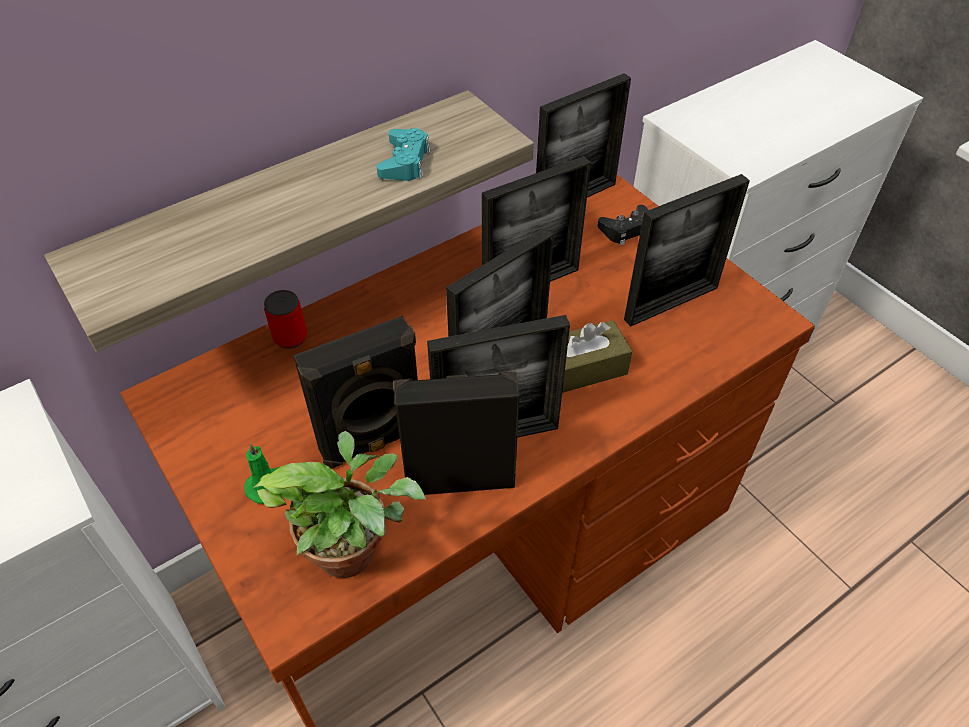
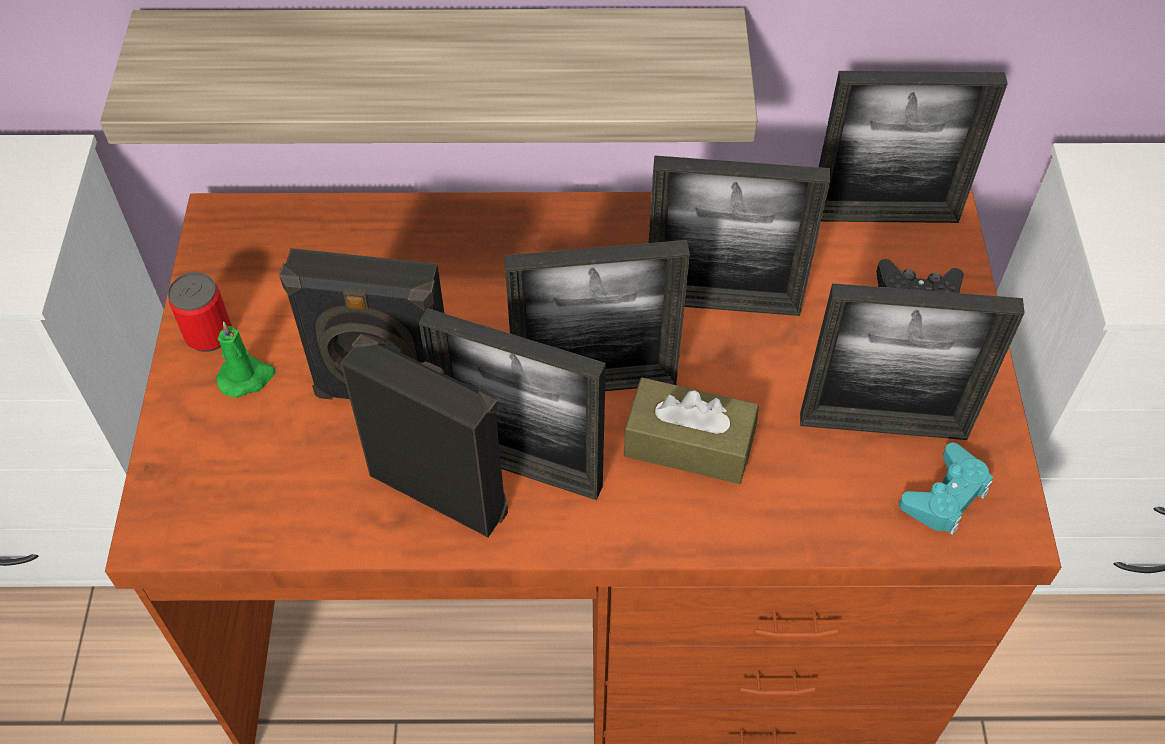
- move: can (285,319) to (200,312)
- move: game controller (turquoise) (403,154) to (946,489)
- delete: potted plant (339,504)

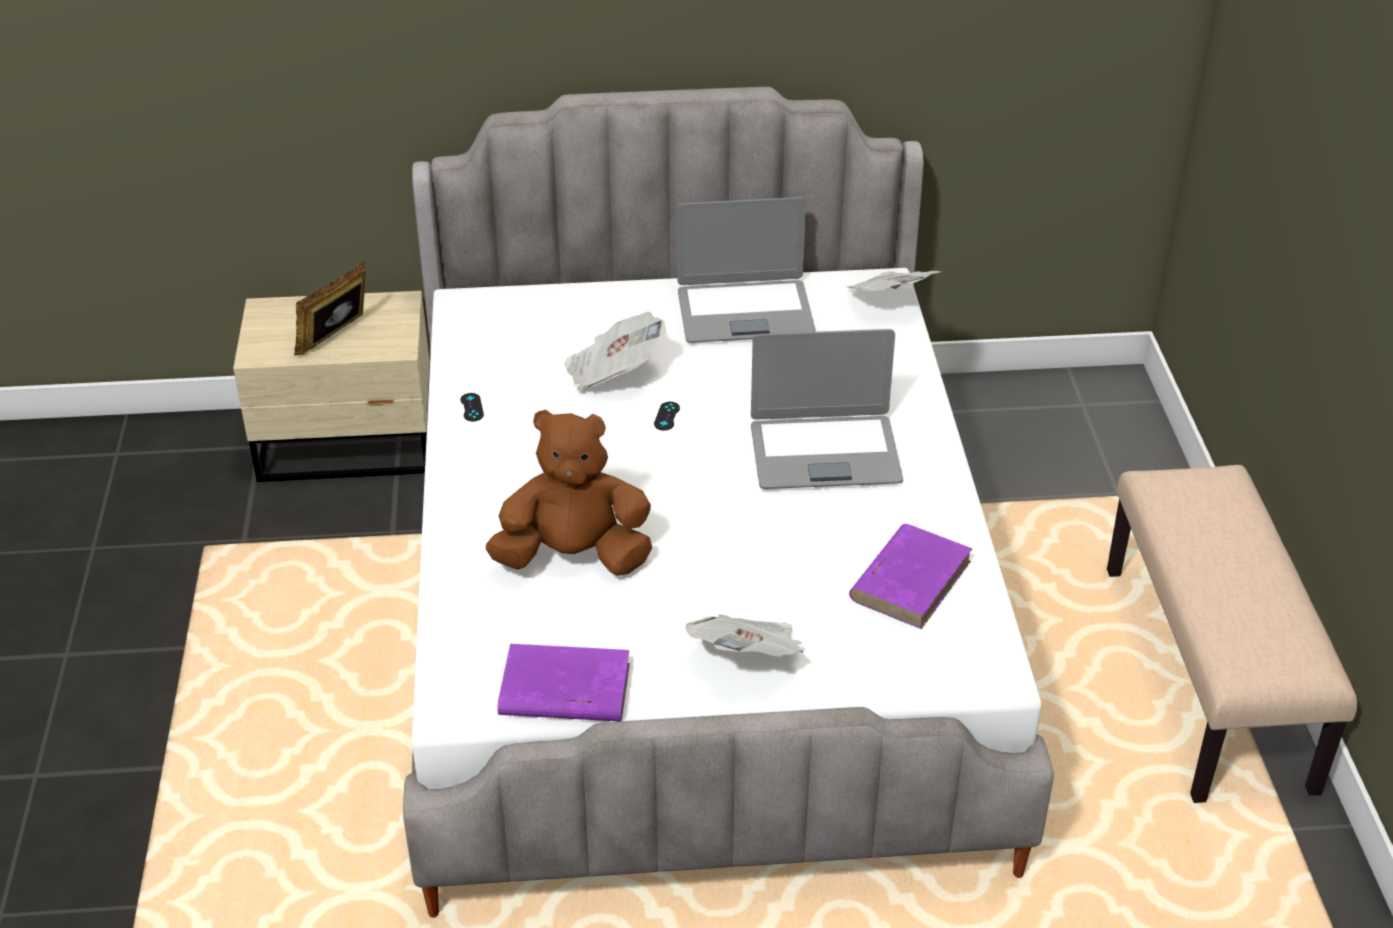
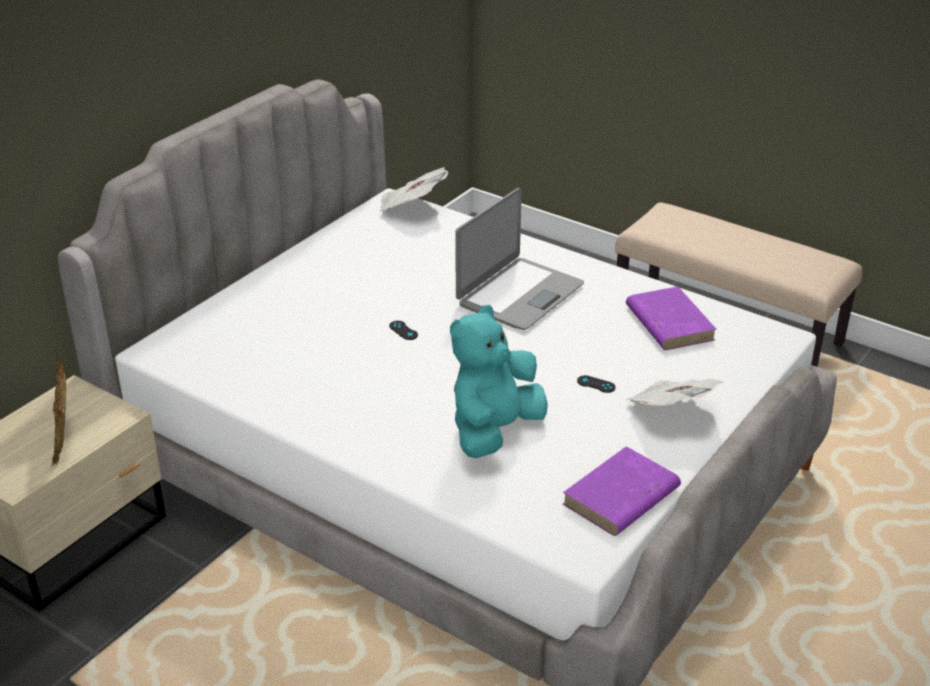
- recolor: plush toy (brown) (569,492) to plush toy (turquoise) (499,381)
- move: game controller (black) (472,407) to (596,384)
- delete: newspaper (615,351)
- delete: laptop (746,270)

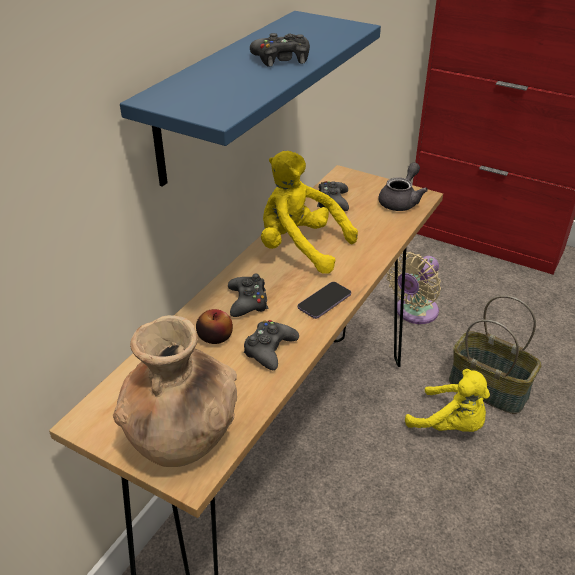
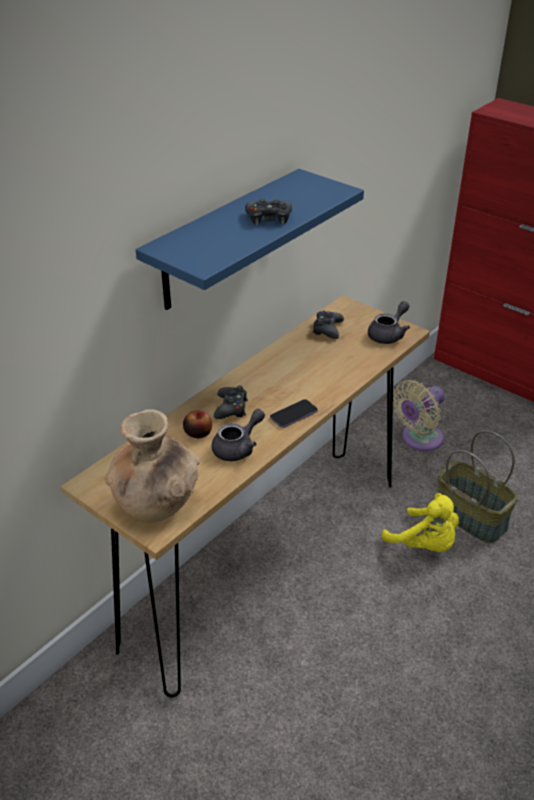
- replace: game controller (black) (271,345) to teapot (grey) (238,435)
- delete: plush toy (yellow) (309,212)

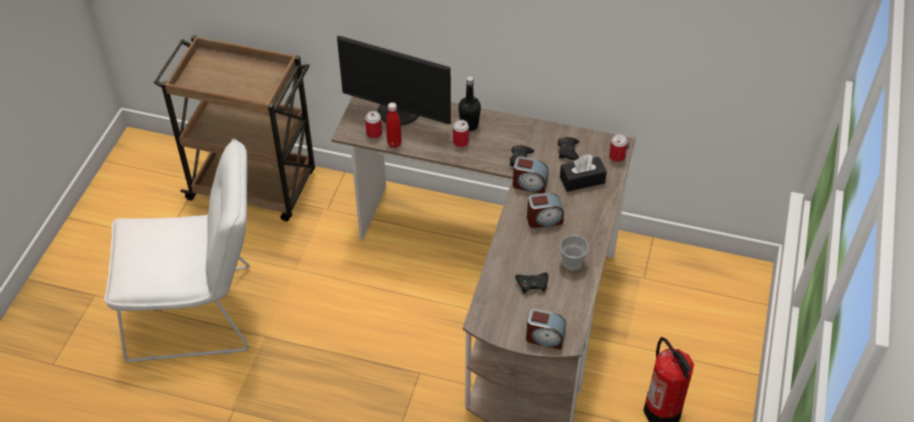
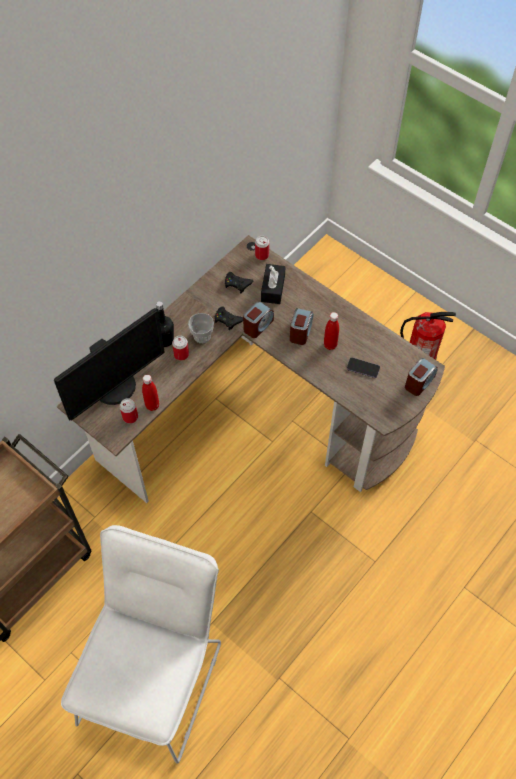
- move: cup (574,253) to (201,328)
- insert: bottle (red) (331,331)
- replace: game controller (black) (531,283) to phone (363,367)

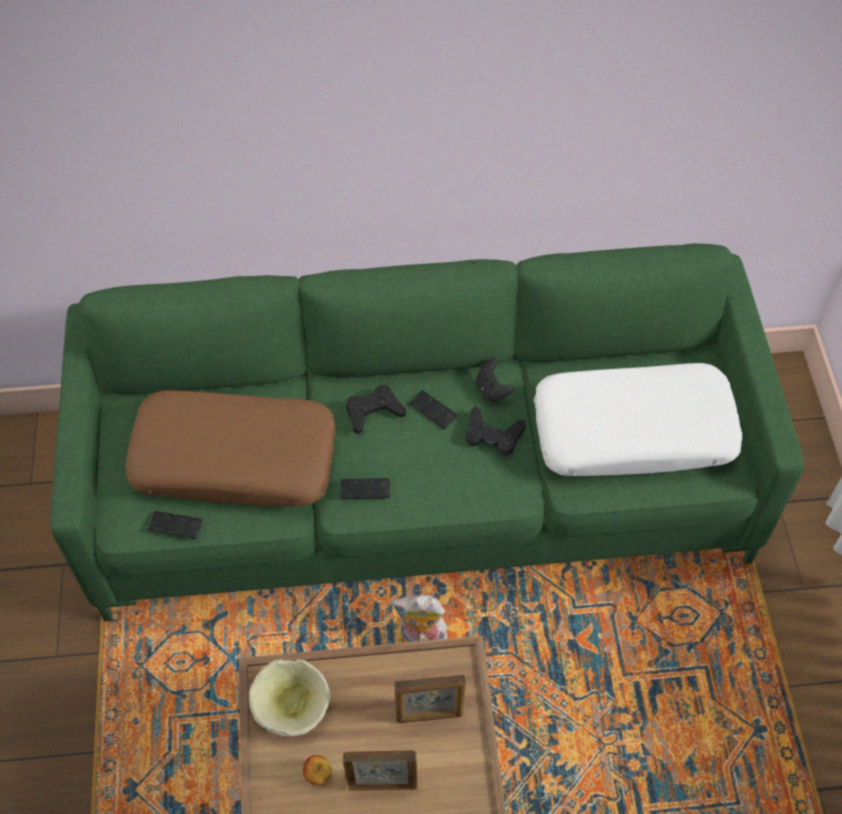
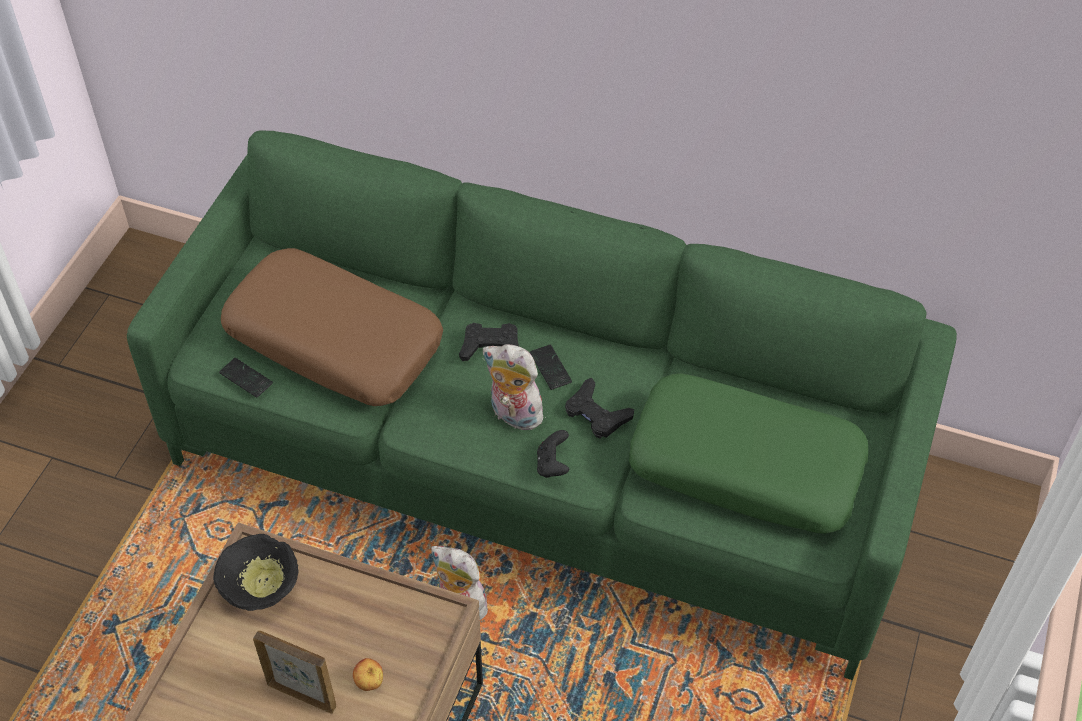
- recolor: bowl (beige) (289,697) to bowl (black) (256,572)
- move: apple (317,770) to (368,674)
- insert: plush toy (516,387)
- move: game controller (black) (495,380) to (553,454)
- recolor: pillow (white) (637,419) to pillow (green) (748,453)
- delete: phone (365,488)
- delete: picture frame (430,698)

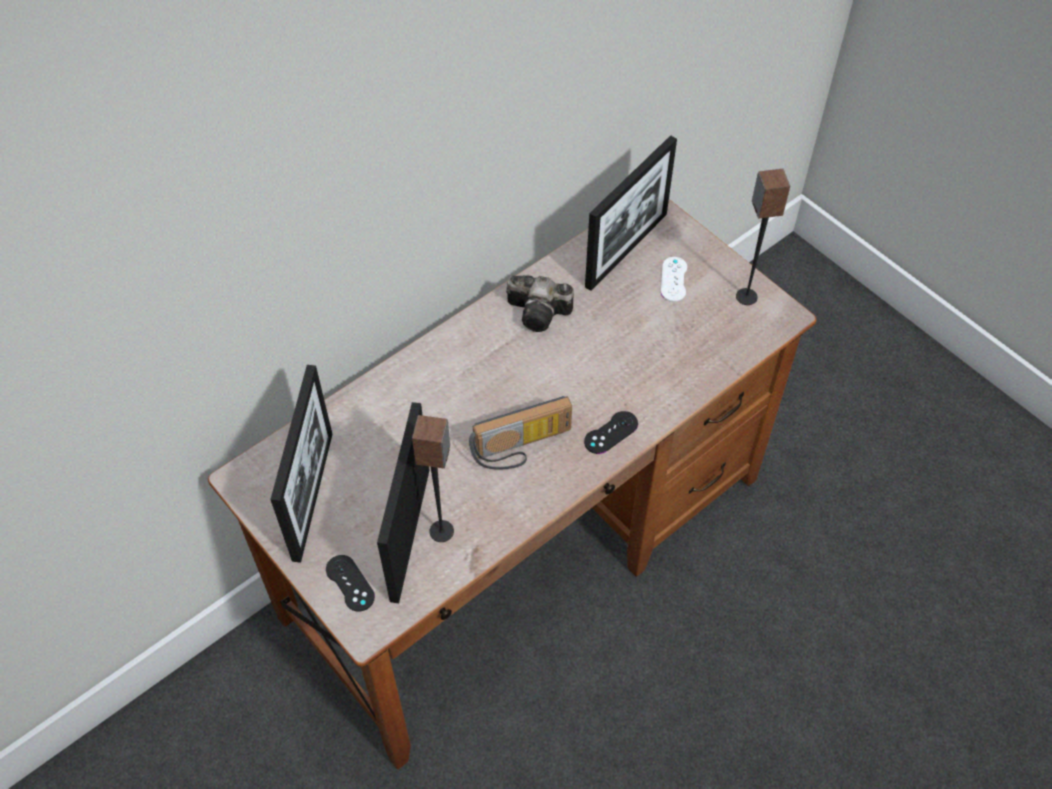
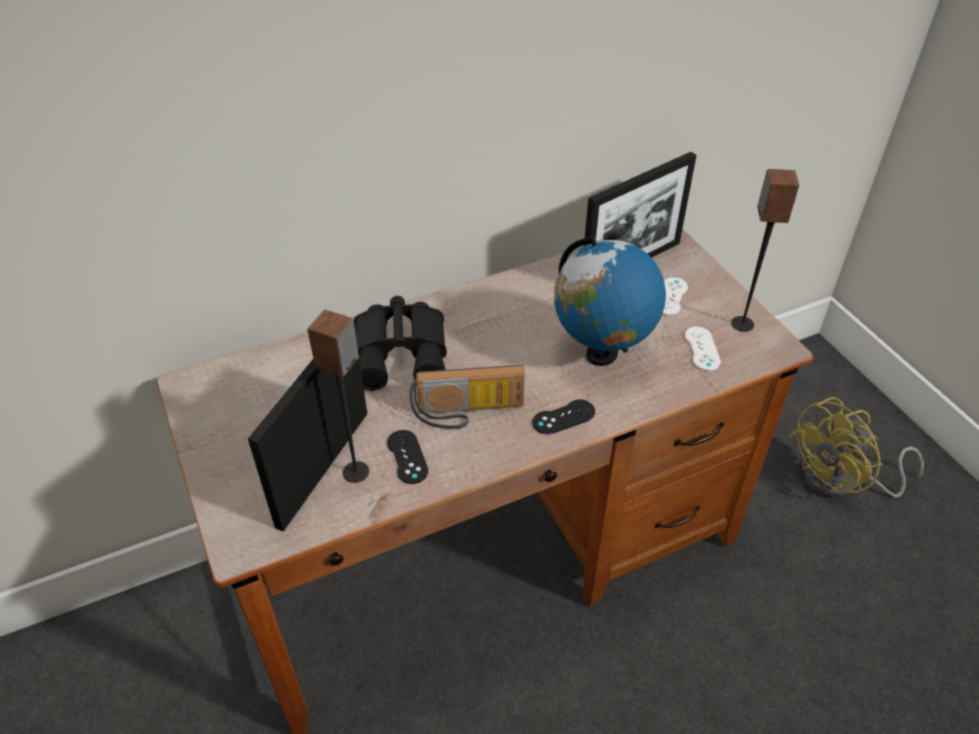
- insert: binoculars (black) (400,343)
- move: game controller (black) (350,583) to (408,457)
- insert: globe (610,301)
- insert: game controller (white) (703,349)
- insert: fan (yellow) (856,447)
- delete: picture frame (301,464)
- delete: photo camera (540,303)

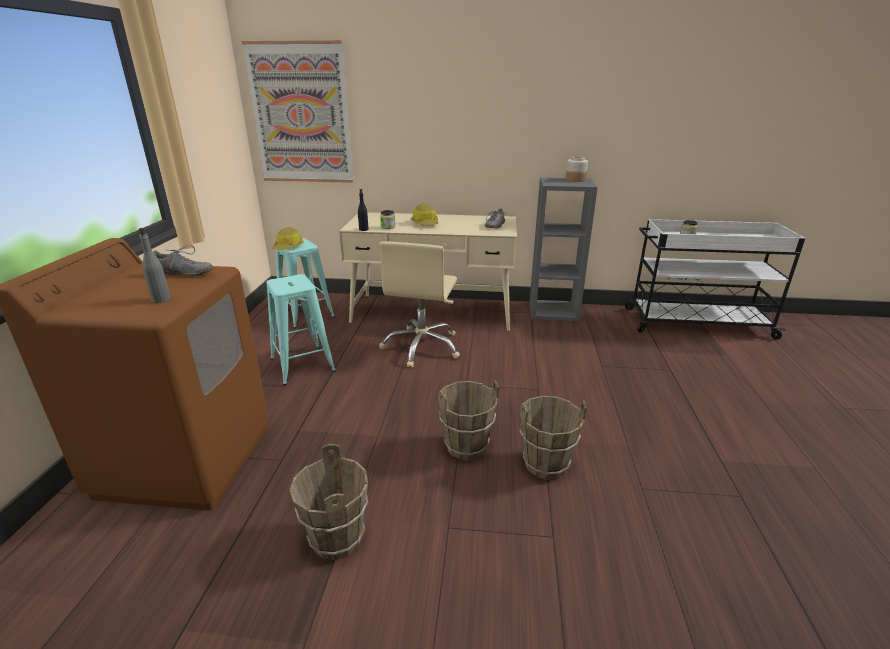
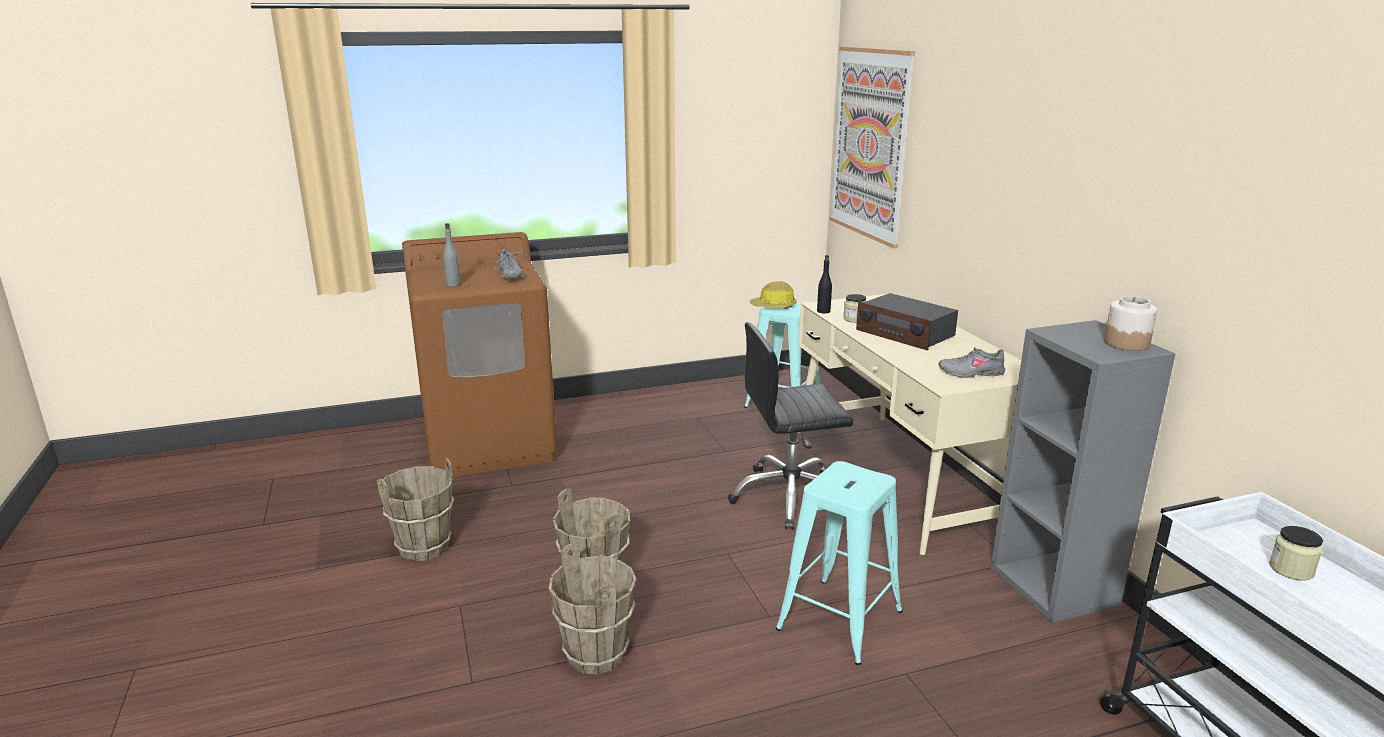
- recolor: office chair (beige) (419,304) to office chair (black) (790,425)
- move: stool (turquoise) (301,329) to (839,563)
- replace: hard hat (424,214) to radio (907,322)

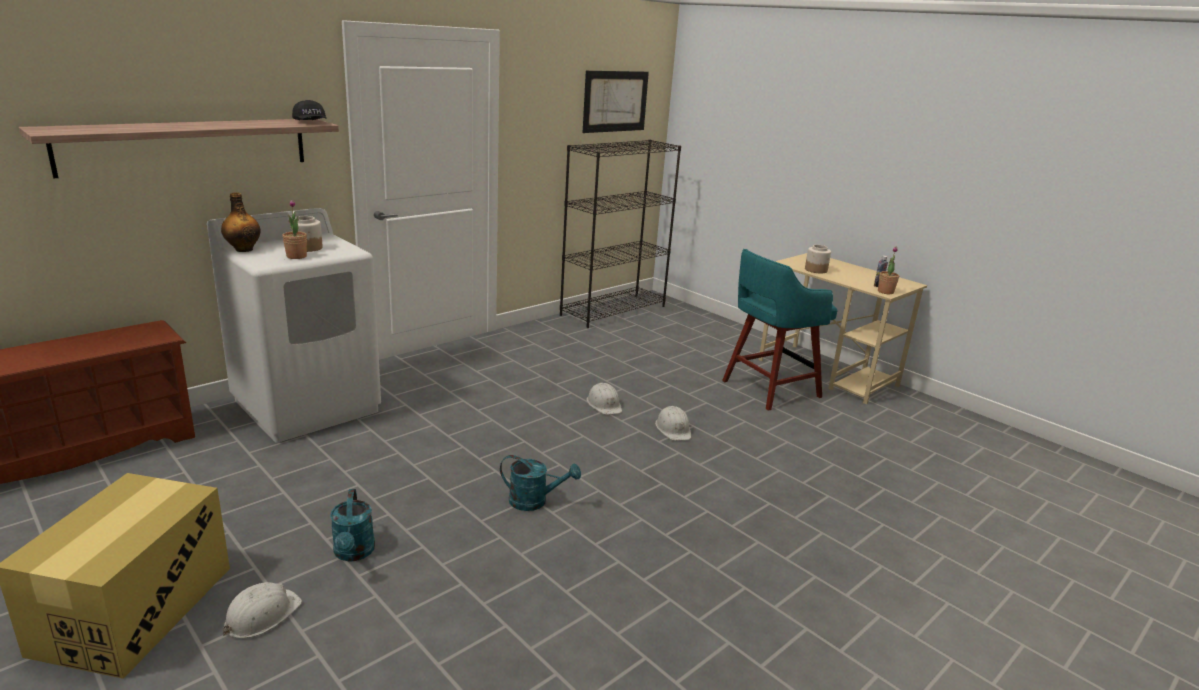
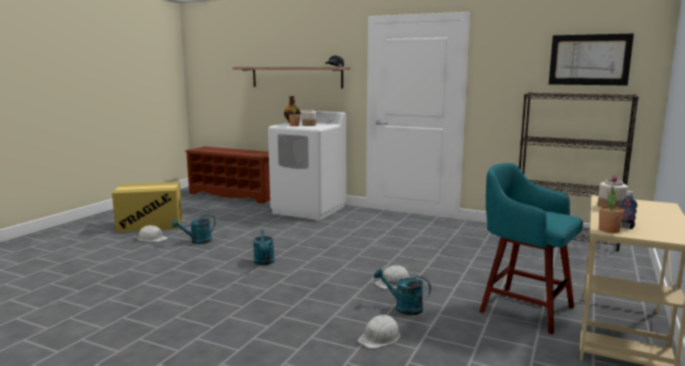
- move: hard hat (white) (604,399) to (379,332)
- insert: watering can (turquoise) (402,291)

